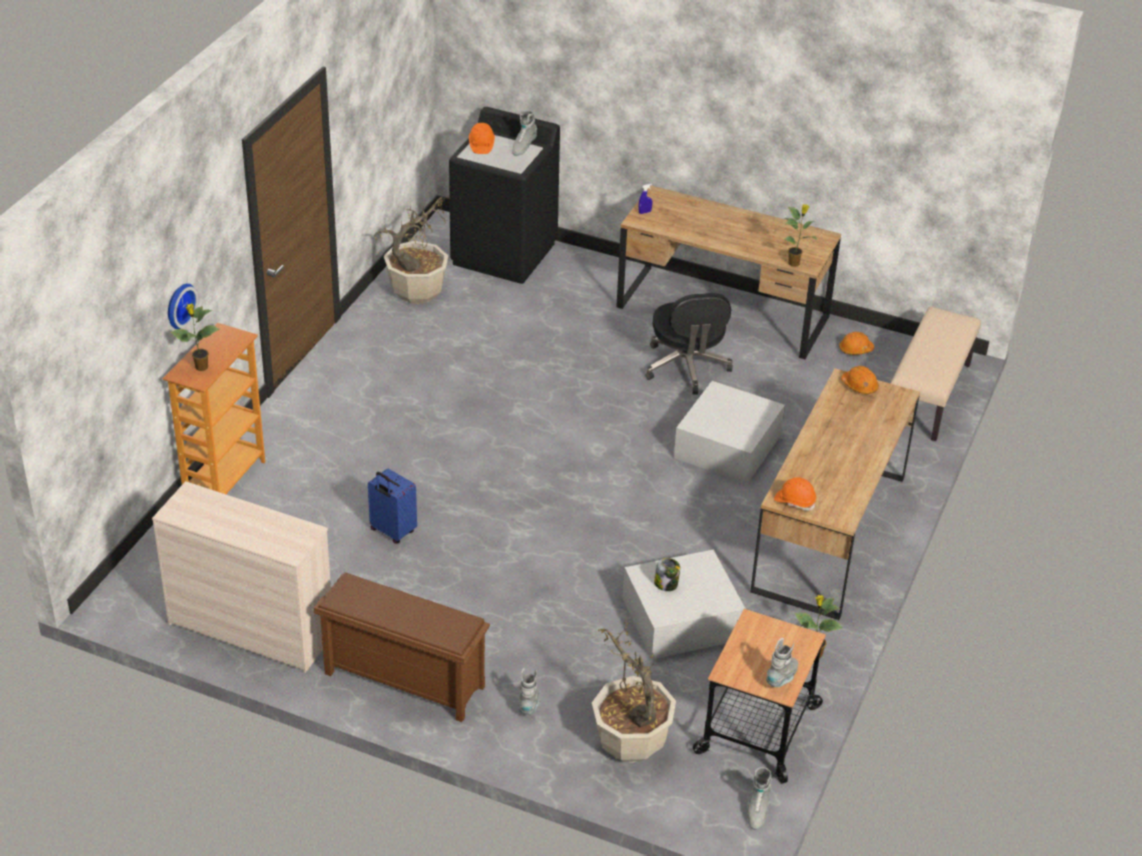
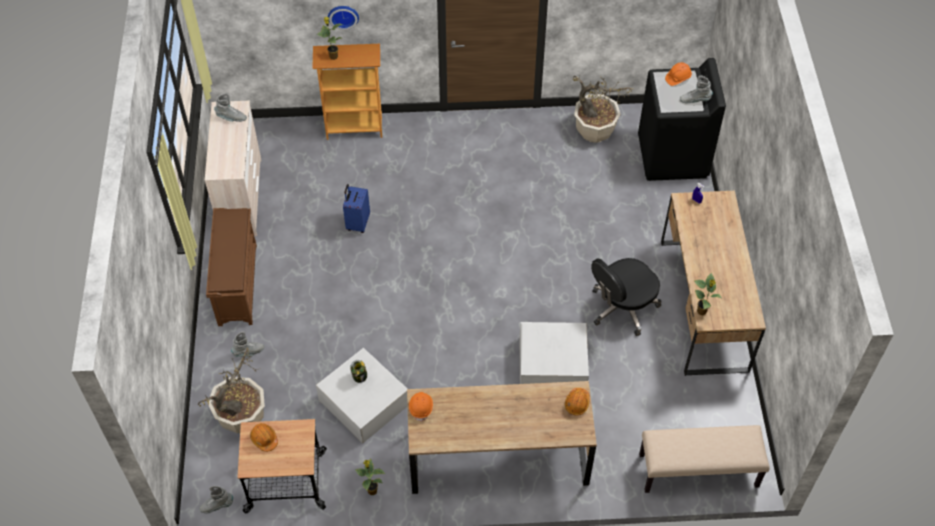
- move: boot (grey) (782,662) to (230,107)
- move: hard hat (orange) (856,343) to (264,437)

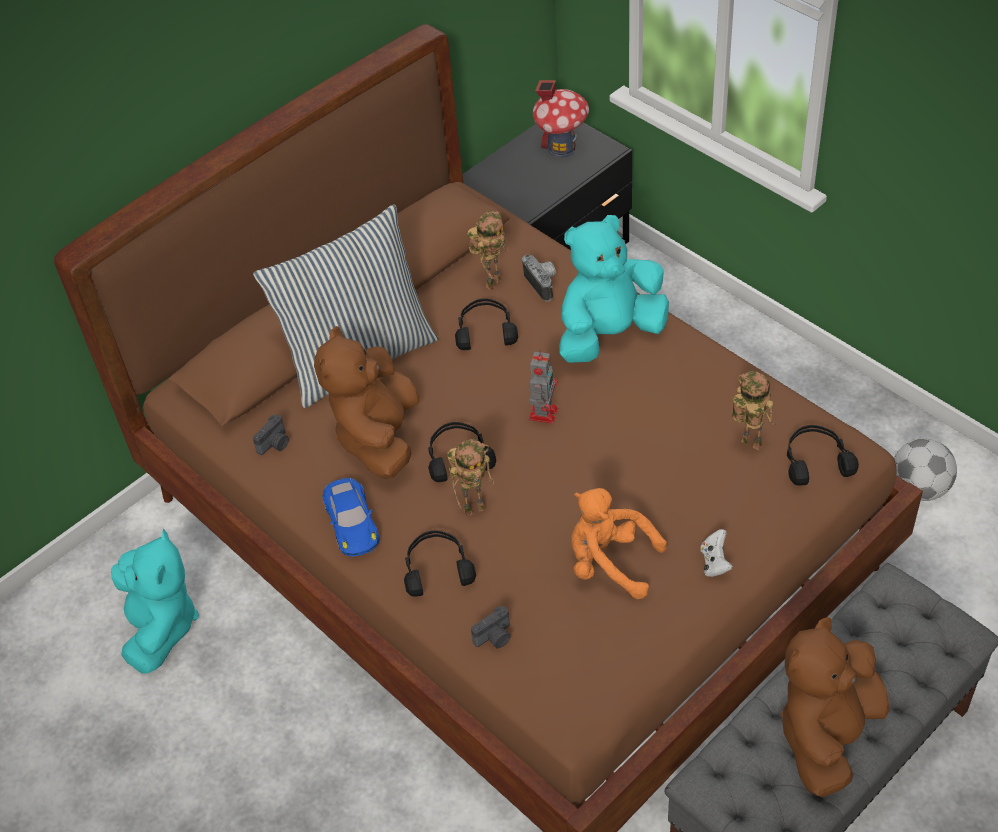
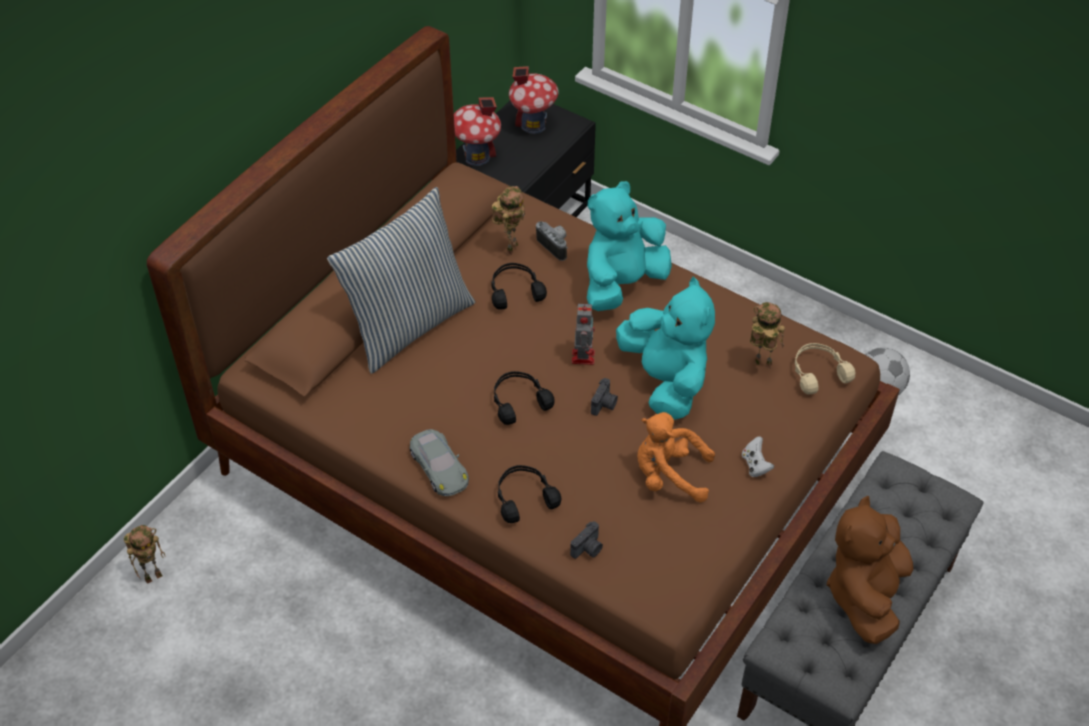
- move: toy robot (470,478) to (144,554)
- recolor: toy car (blue) (351,517) to toy car (grey) (439,462)
- insert: toy house (477,131)
- move: photo camera (271,434) to (604,397)
- move: plush toy (turquoise) (155,601) to (665,348)
- recolor: headphones (black) (823,455) to headphones (beige) (825,368)
- delete: plush toy (brown) (367,402)

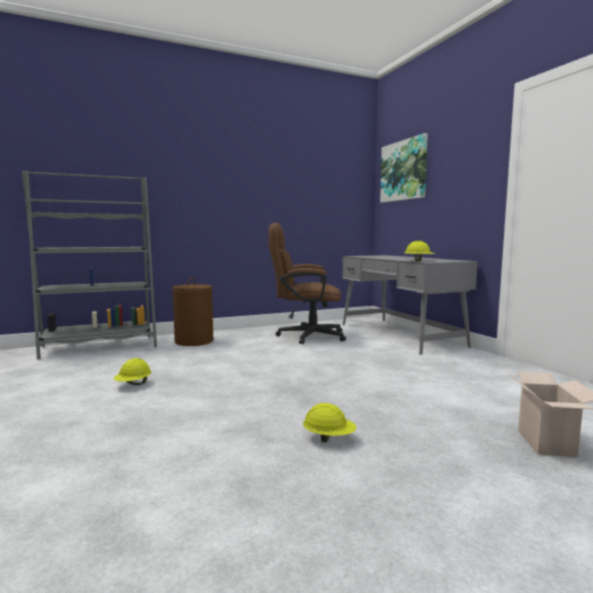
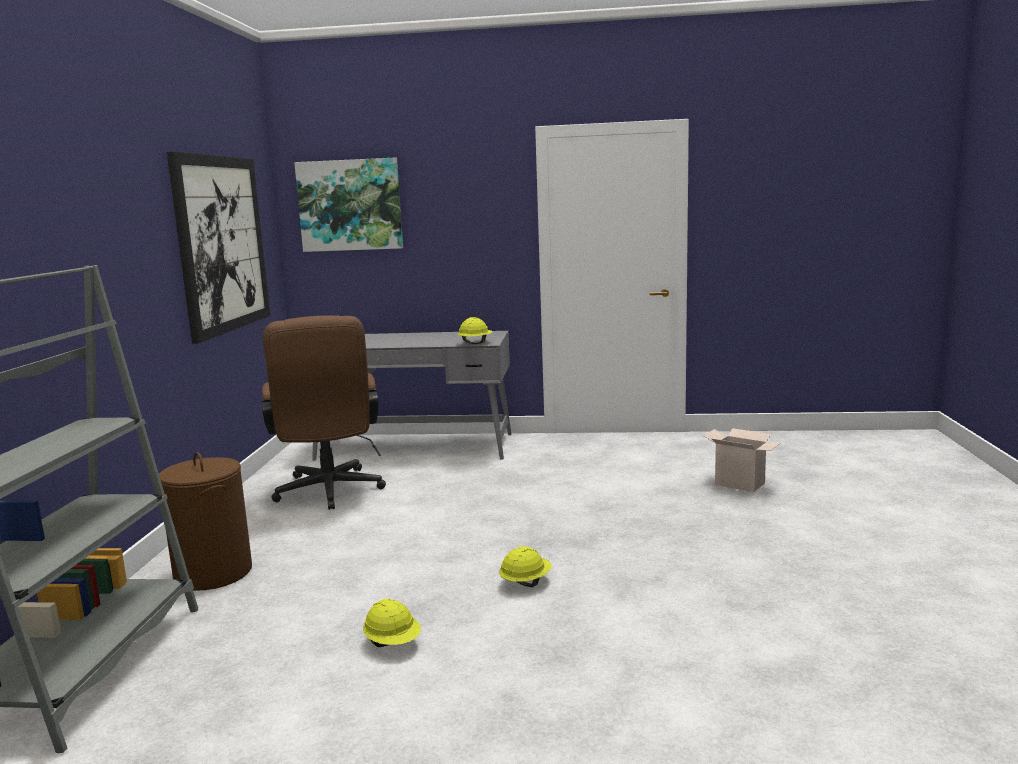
- insert: picture (218,248)
- rotate: office chair (brown) (307,283) = (324,412) 45 degrees counterclockwise
- move: hard hat (yellow) (329,423) to (525,566)

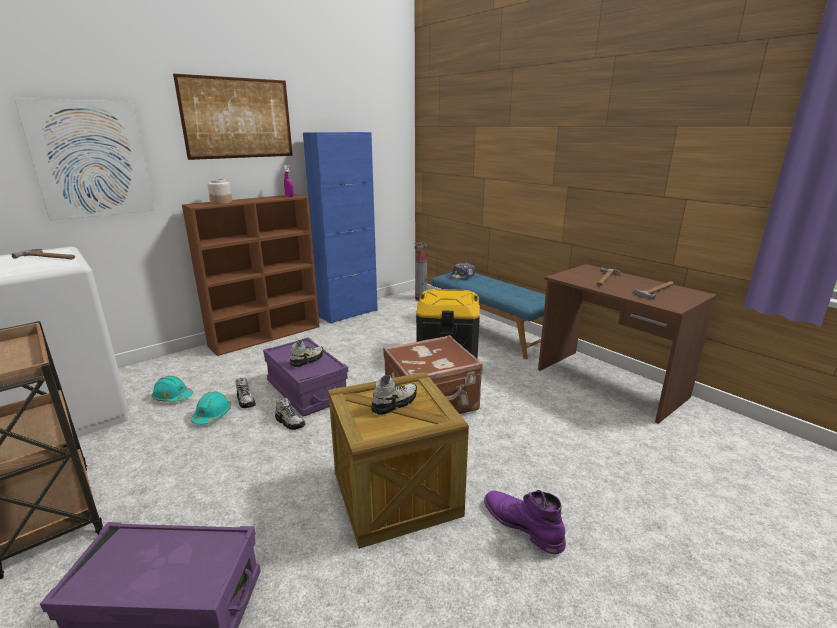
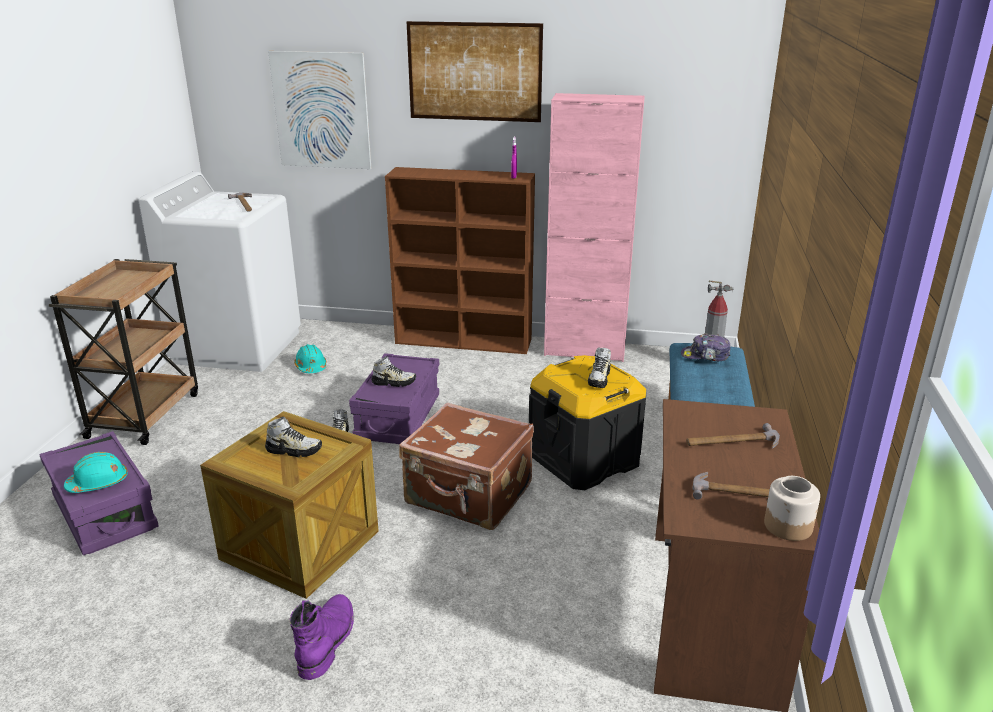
- move: hard hat (turquoise) (211,408) to (96,472)
- recolor: cabinet (blue) (340,228) to cabinet (pink) (594,227)
- move: shoe (245,392) to (599,367)
- move: jar (219,191) to (792,508)

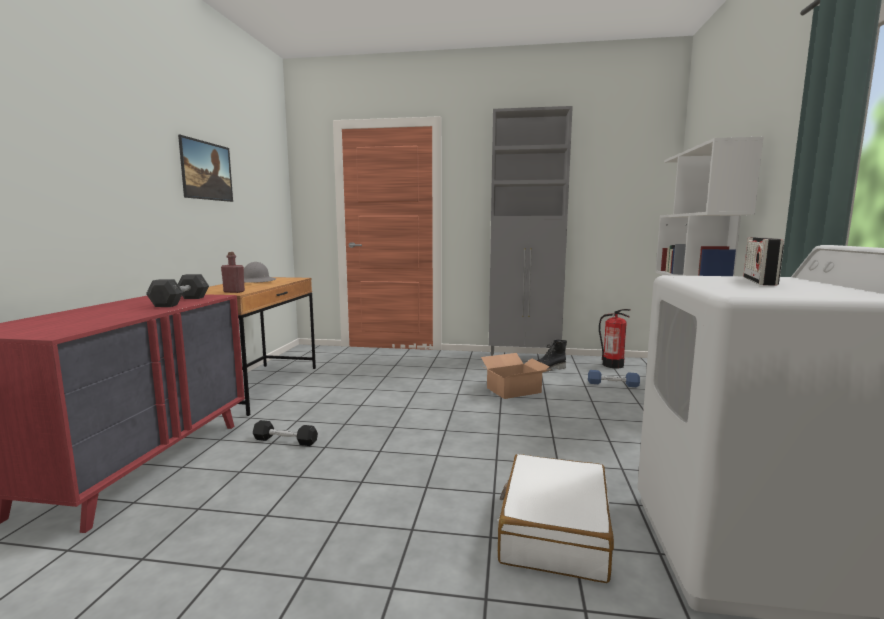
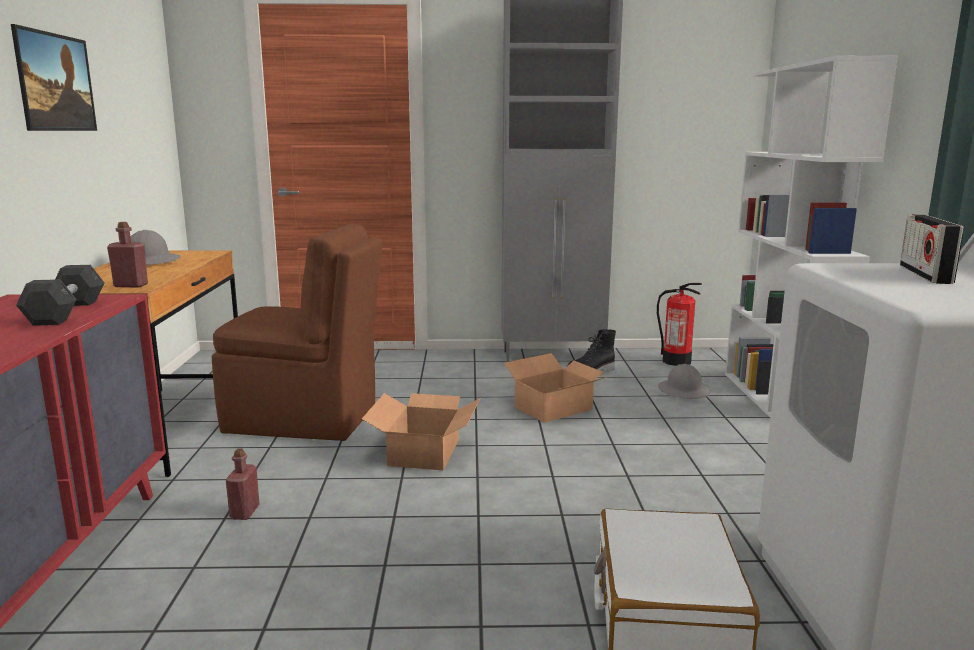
- insert: chair (brown) (297,332)
- replace: dumbbell (black) (285,433) to bottle (red) (242,484)
- insert: cardboard box (421,431)
- replace: dumbbell (blue) (614,378) to hard hat (grey) (684,381)

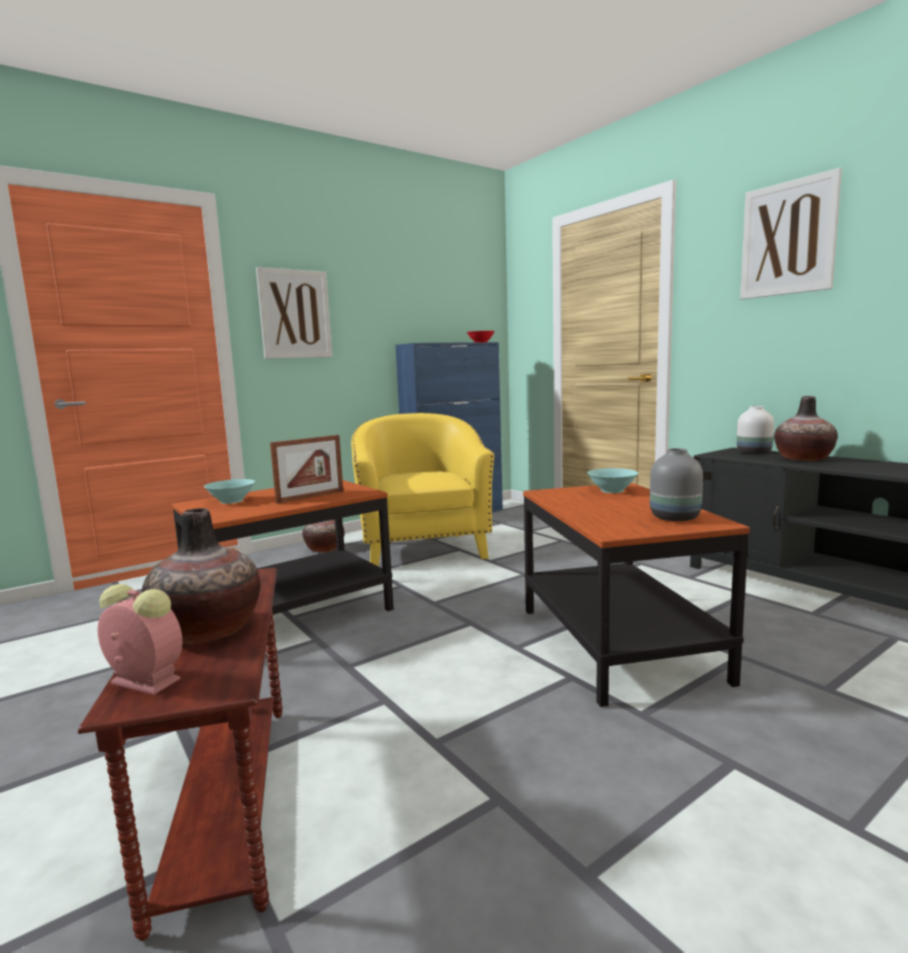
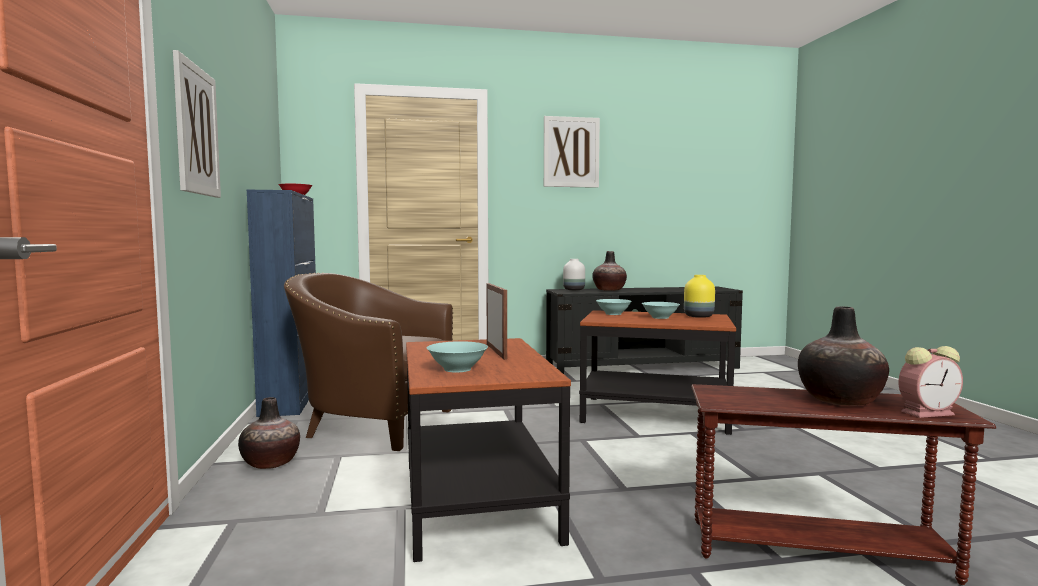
- recolor: armchair (yellow) (422,489) to armchair (brown) (368,362)
- insert: bowl (turquoise) (661,310)
- recolor: vase (grey) (676,484) to vase (yellow) (699,296)
- rotate: alarm clock (140,639) = (930,382) 150 degrees counterclockwise

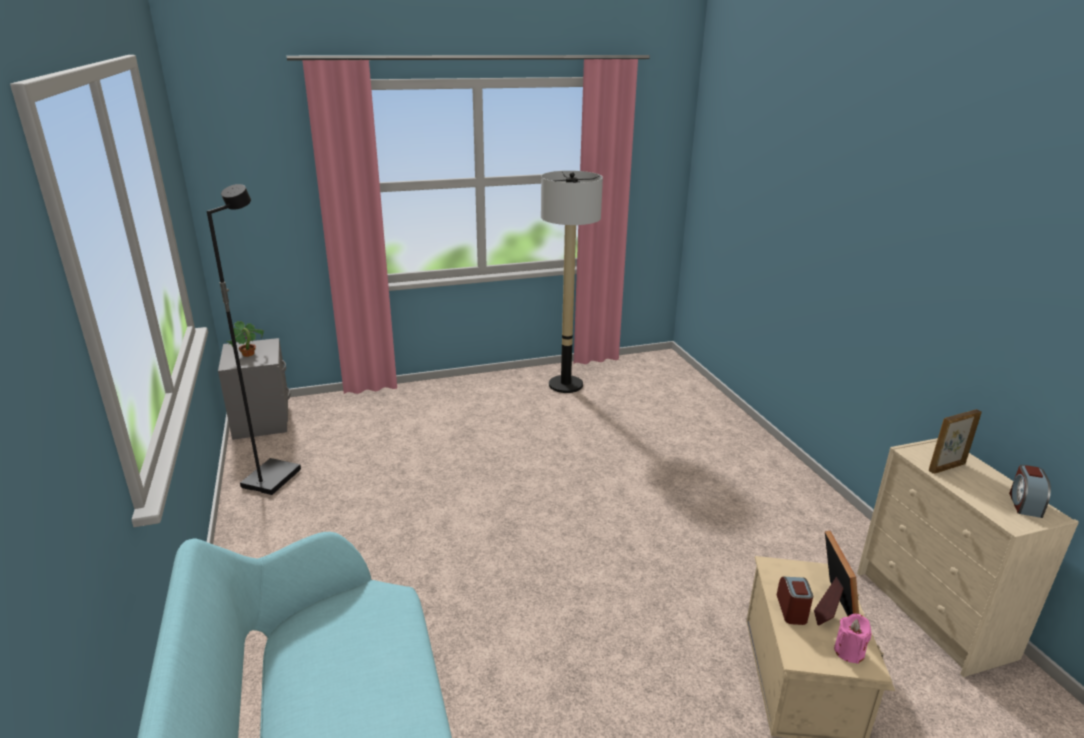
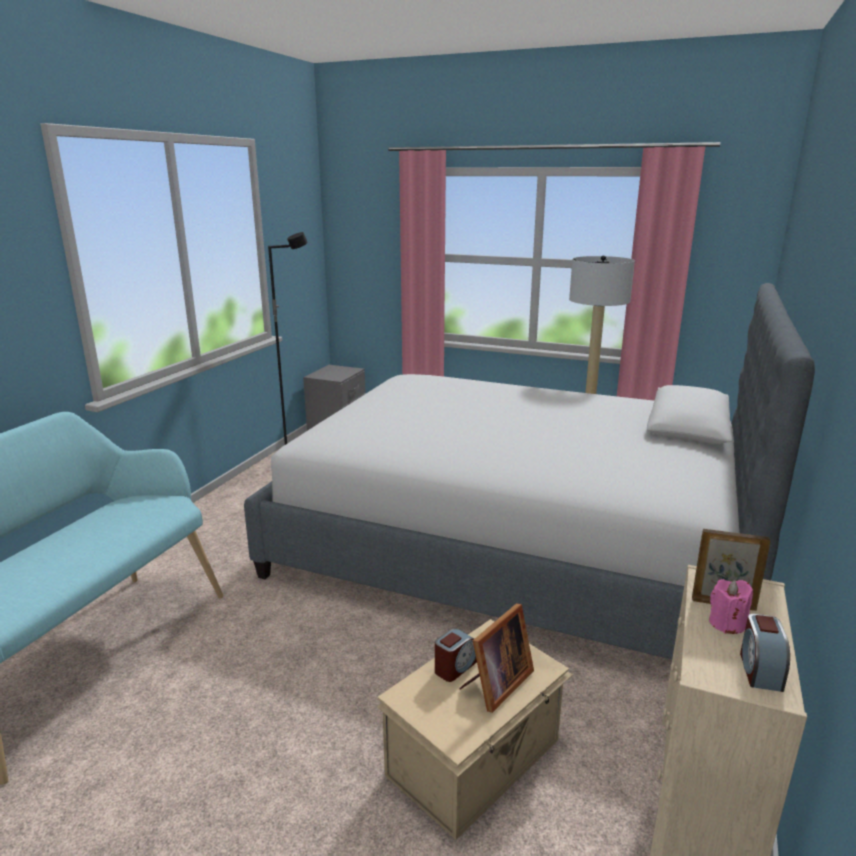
- insert: bed (529,471)
- move: candle (pink) (853,639) to (731,606)
- rotate: alarm clock (1030,491) = (765,653) 45 degrees counterclockwise
- delete: potted plant (245,339)

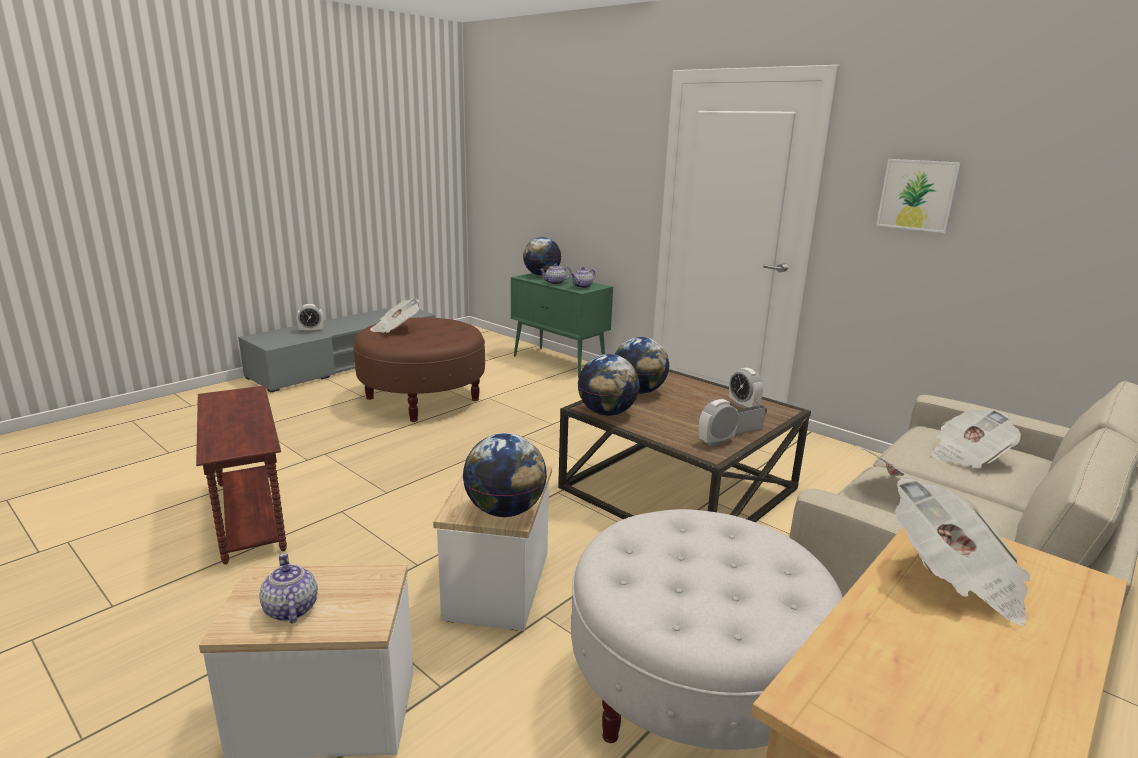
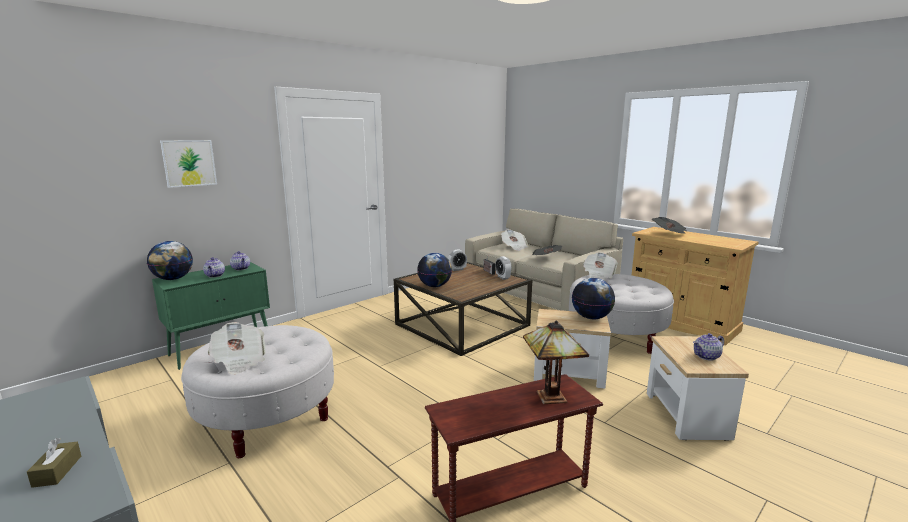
- replace: alarm clock (310,318) to tissue box (brown) (54,463)
- move: picture (919,196) to (188,164)
- recolor: ottoman (brown) (419,369) to ottoman (white) (257,391)
- insert: table lamp (556,362)
- insert: newspaper (600,265)
- delete: globe (609,385)

